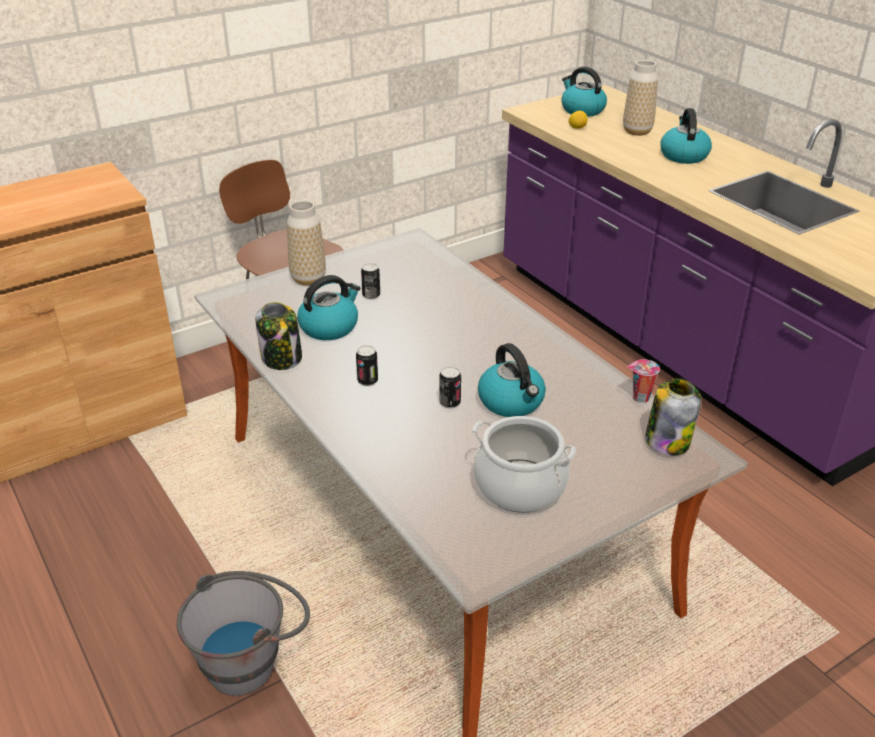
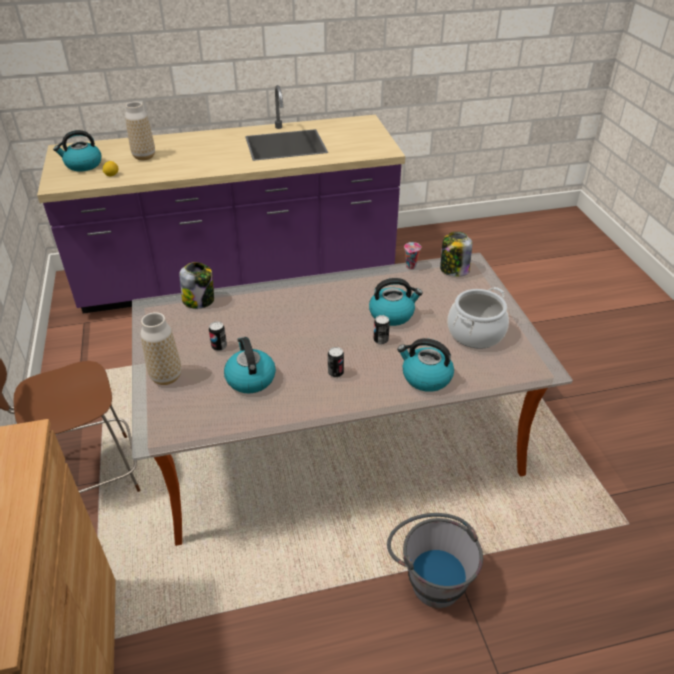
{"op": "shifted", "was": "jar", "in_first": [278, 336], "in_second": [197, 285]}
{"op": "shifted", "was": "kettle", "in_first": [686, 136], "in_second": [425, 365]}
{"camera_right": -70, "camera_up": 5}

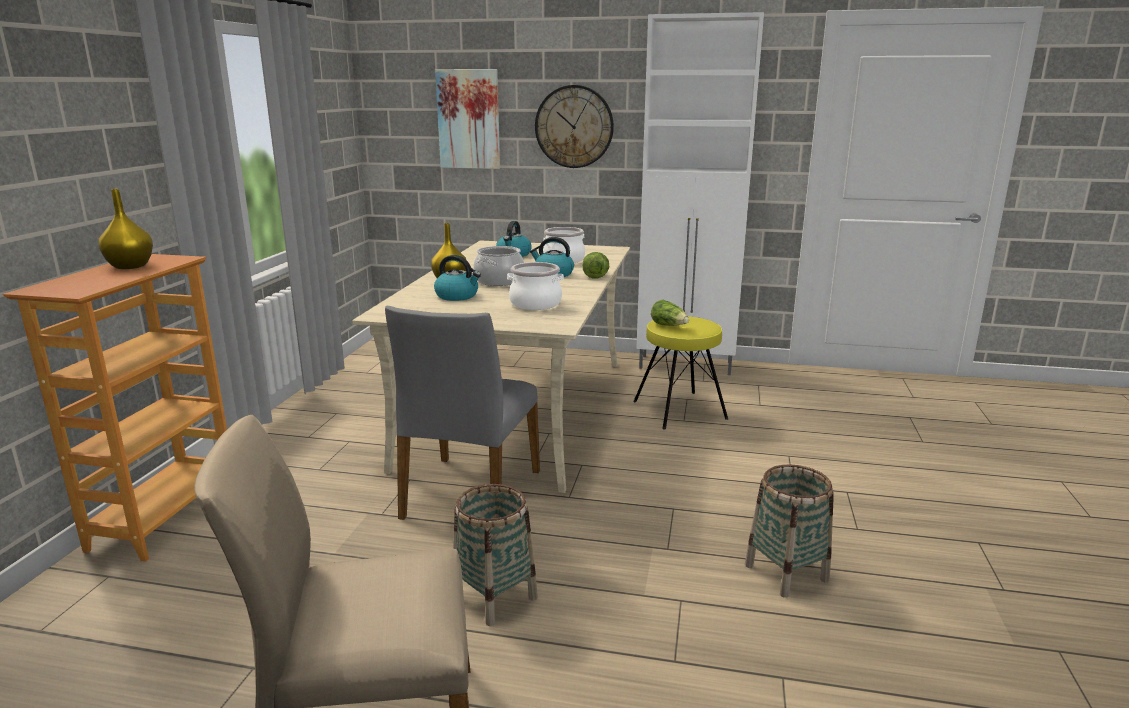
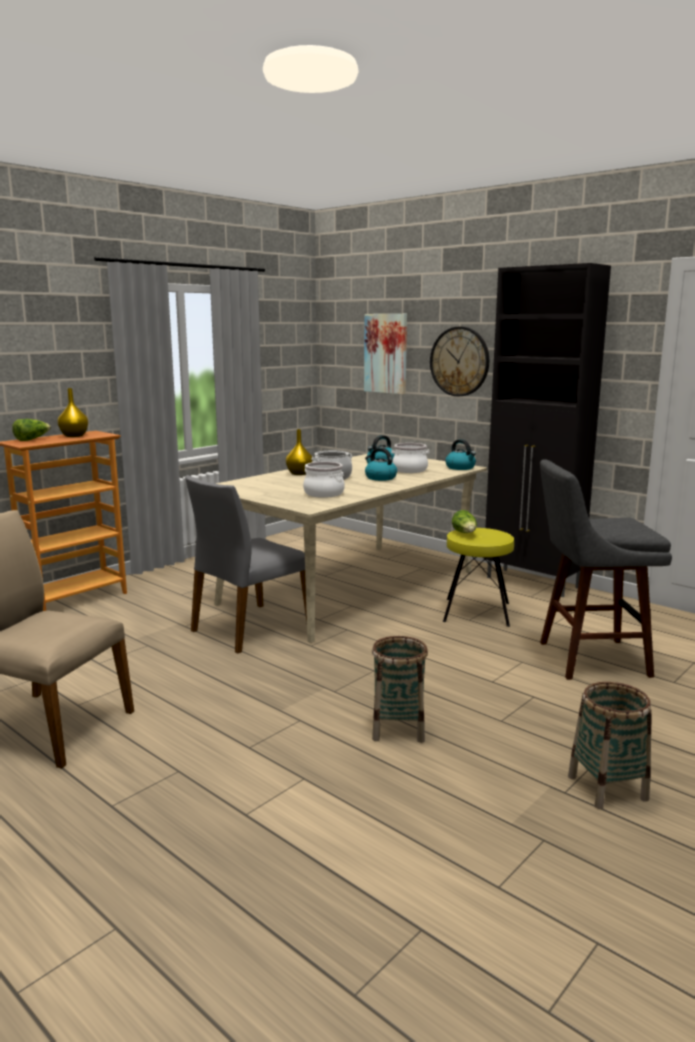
{"op": "shifted", "was": "lettuce", "in_first": [596, 265], "in_second": [31, 430]}
{"op": "shifted", "was": "kettle", "in_first": [457, 278], "in_second": [460, 454]}
{"op": "repainted", "was": "white_cabinet", "now": "black_cabinet", "in_first": [700, 193], "in_second": [547, 430]}
{"op": "new", "now": "grey_stool", "in_second": [606, 569]}
{"op": "shifted", "was": "basket", "in_first": [495, 555], "in_second": [610, 745]}
{"camera_right": 30, "camera_up": -5}

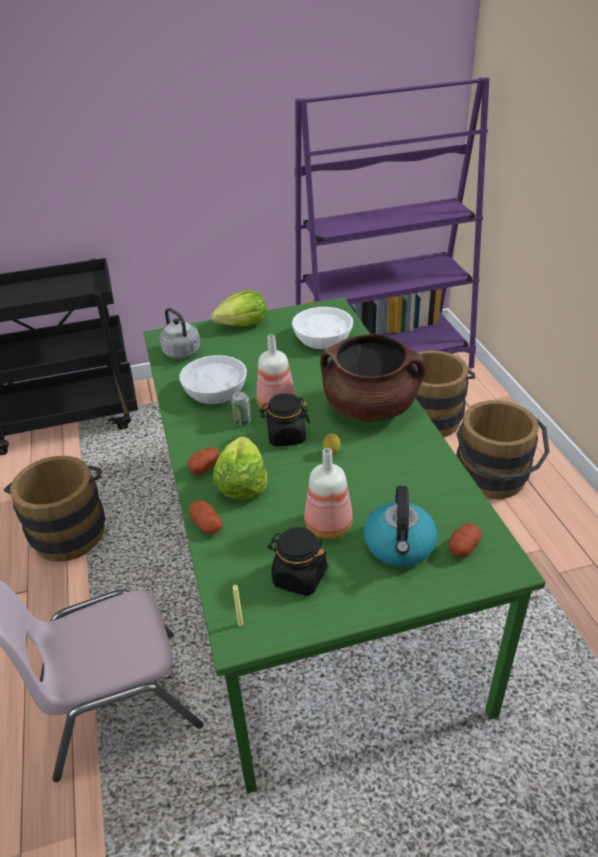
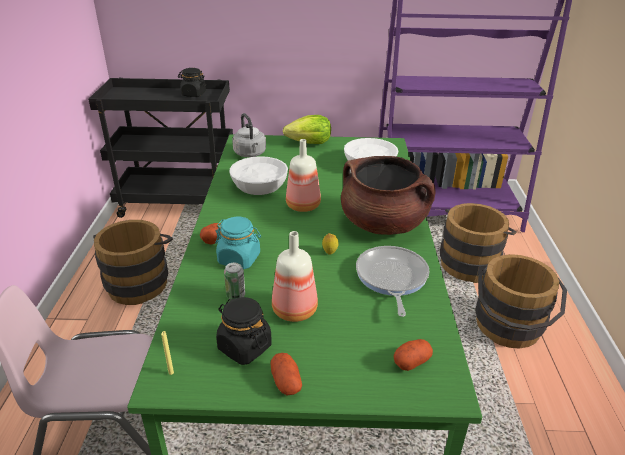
{"op": "shifted", "was": "black_jar", "in_first": [285, 419], "in_second": [192, 82]}
{"op": "swapped", "was": "lettuce", "now": "turquoise_jar", "in_first": [240, 468], "in_second": [238, 243]}
{"op": "shifted", "was": "can", "in_first": [241, 409], "in_second": [234, 281]}
{"op": "shifted", "was": "potato", "in_first": [206, 517], "in_second": [286, 374]}
{"op": "new", "now": "frying_pan", "in_second": [392, 281]}
{"op": "gone", "was": "kettle", "in_first": [400, 526]}
{"camera_right": 15, "camera_up": -5}

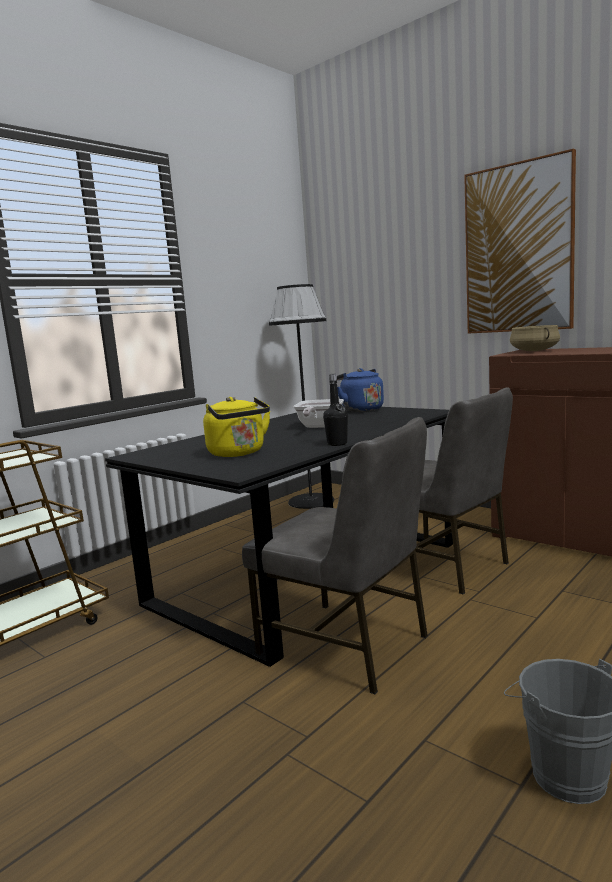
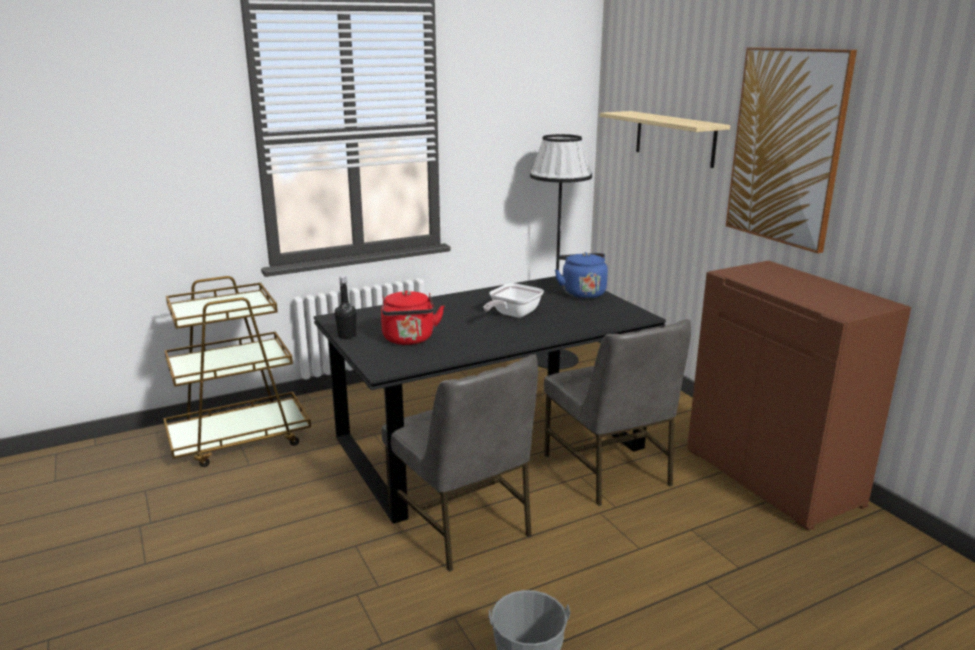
{"op": "shifted", "was": "black_bottle", "in_first": [335, 410], "in_second": [345, 307]}
{"op": "repainted", "was": "yellow_kettle", "now": "red_kettle", "in_first": [236, 427], "in_second": [412, 317]}
{"op": "new", "now": "shelf", "in_second": [665, 139]}
{"op": "gone", "was": "beige_cooking_pot", "in_first": [535, 338]}
{"camera_right": 20, "camera_up": 10}

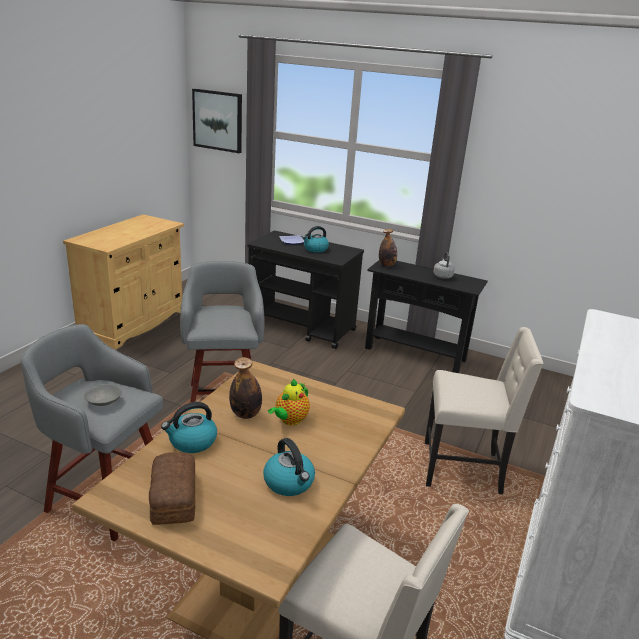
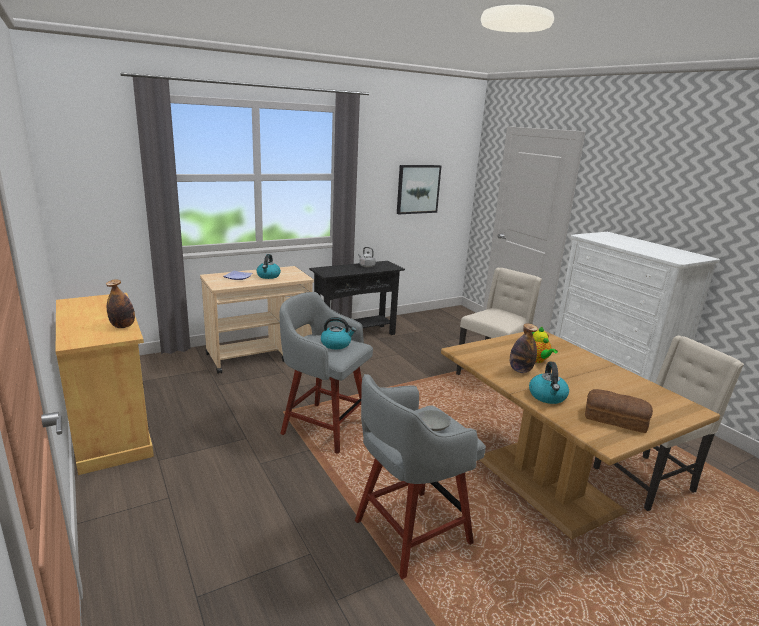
{"op": "shifted", "was": "bottle", "in_first": [388, 247], "in_second": [120, 304]}
{"op": "repainted", "was": "black_cart", "now": "beige_cart", "in_first": [305, 290], "in_second": [257, 320]}
{"op": "shifted", "was": "kettle", "in_first": [289, 467], "in_second": [338, 333]}
{"op": "shifted", "was": "picture", "in_first": [217, 121], "in_second": [419, 189]}
{"camera_right": -55, "camera_up": -5}

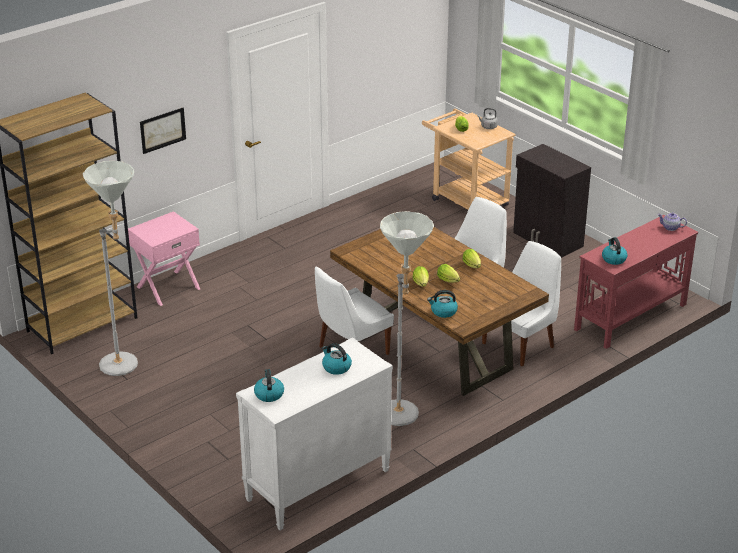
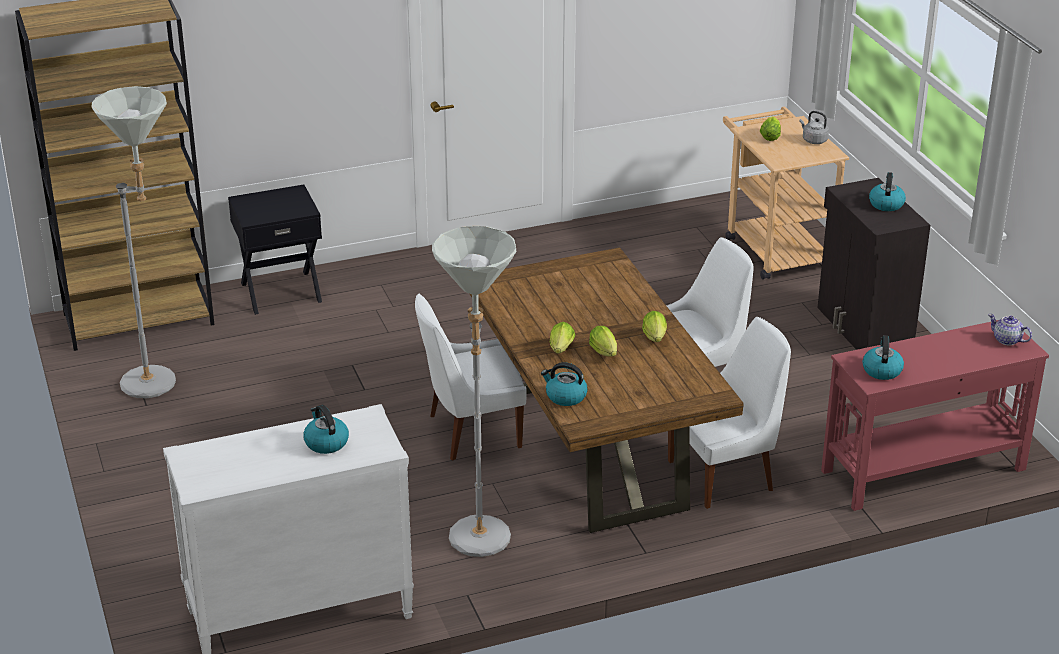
{"op": "repainted", "was": "pink_nightstand", "now": "black_nightstand", "in_first": [164, 258], "in_second": [275, 250]}
{"op": "shifted", "was": "kettle", "in_first": [269, 385], "in_second": [887, 191]}
{"op": "gone", "was": "picture", "in_first": [163, 131]}
{"camera_right": 20, "camera_up": 0}

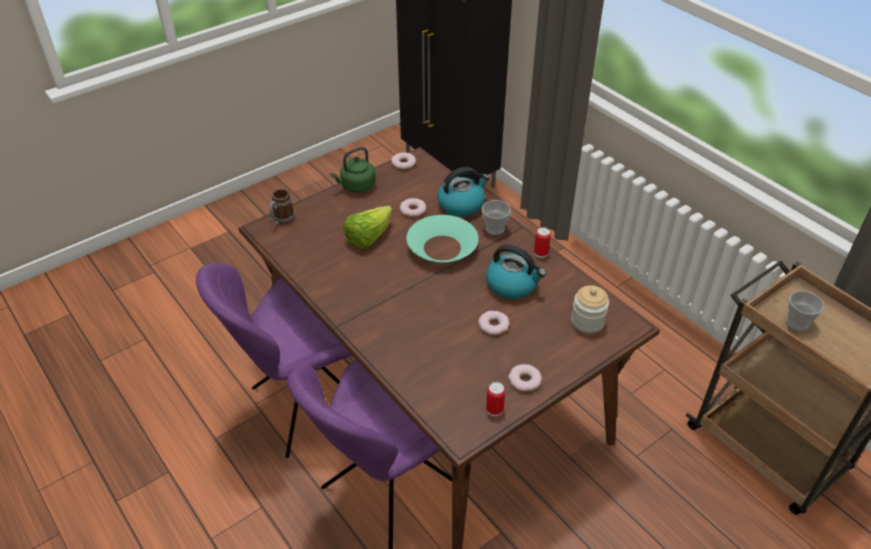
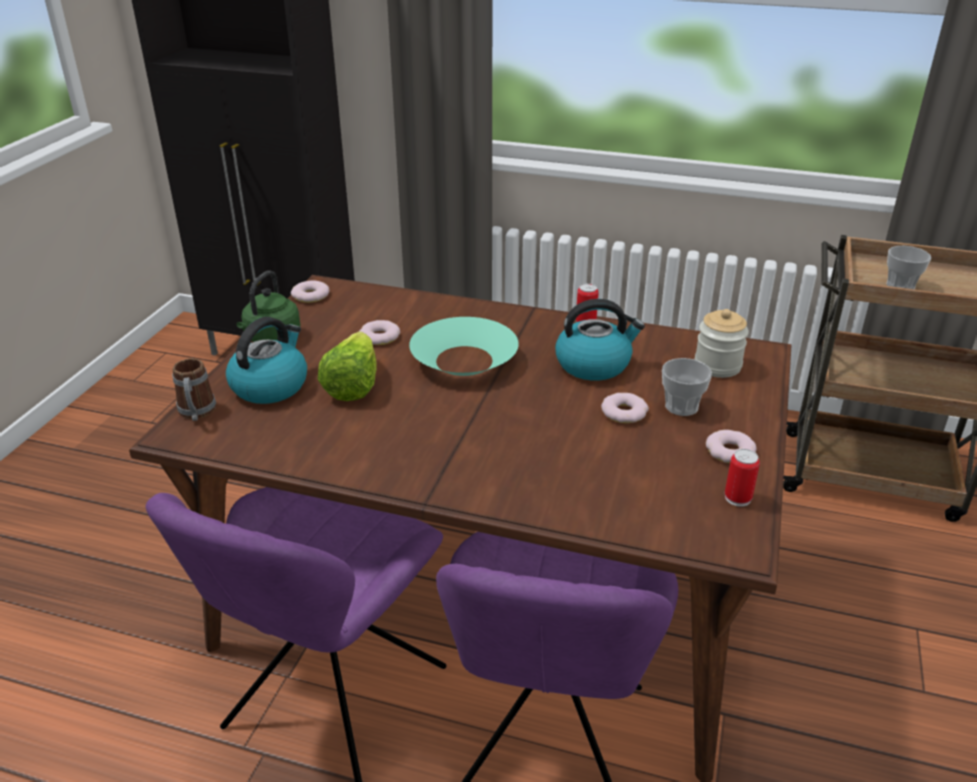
{"op": "shifted", "was": "kettle", "in_first": [463, 192], "in_second": [266, 360]}
{"op": "shifted", "was": "cup", "in_first": [496, 217], "in_second": [687, 387]}
{"camera_right": -35, "camera_up": -10}

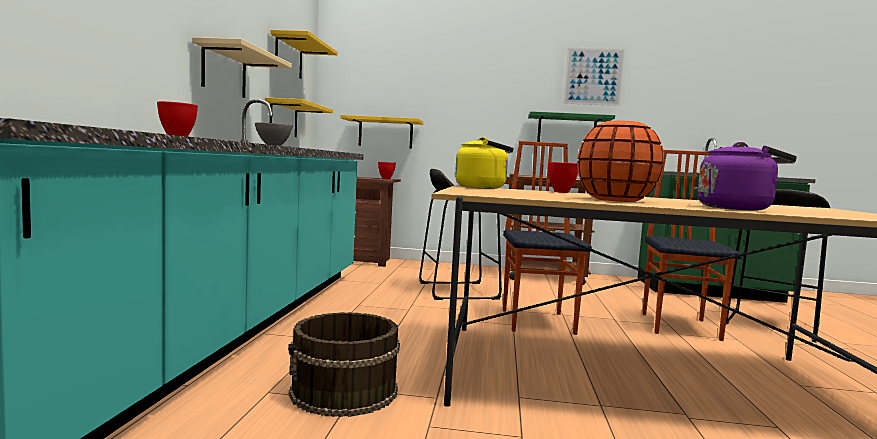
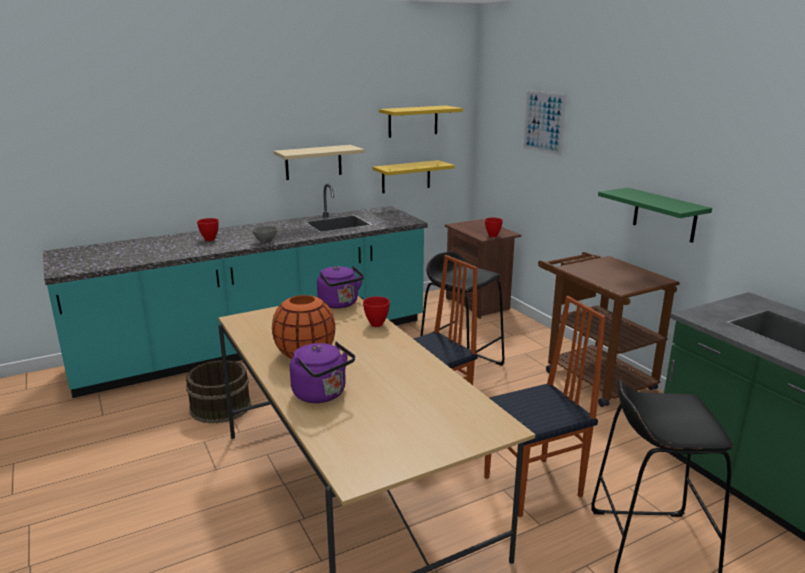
{"op": "repainted", "was": "yellow_kettle", "now": "purple_kettle", "in_first": [484, 163], "in_second": [340, 287]}
{"op": "shifted", "was": "picture", "in_first": [594, 77], "in_second": [545, 123]}
{"op": "gone", "was": "yellow_shelf", "in_first": [381, 132]}
{"camera_right": 55, "camera_up": 15}

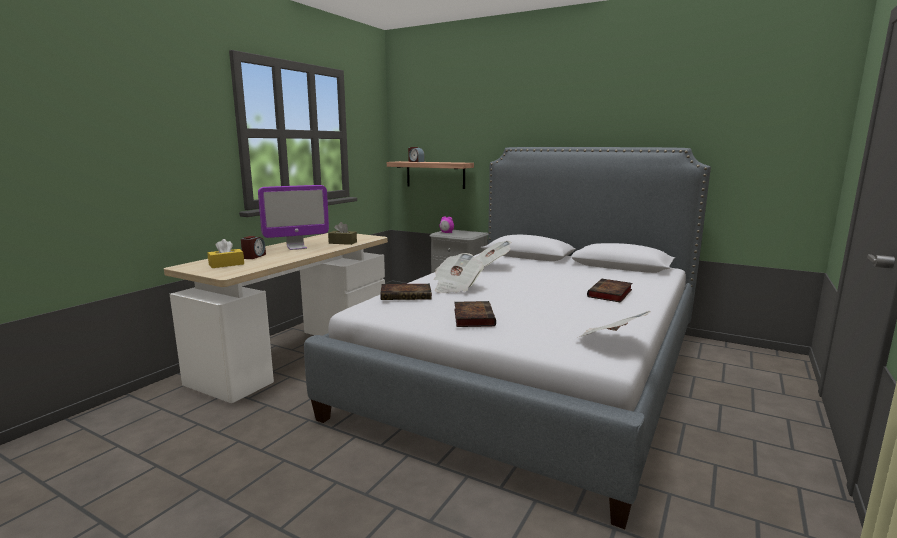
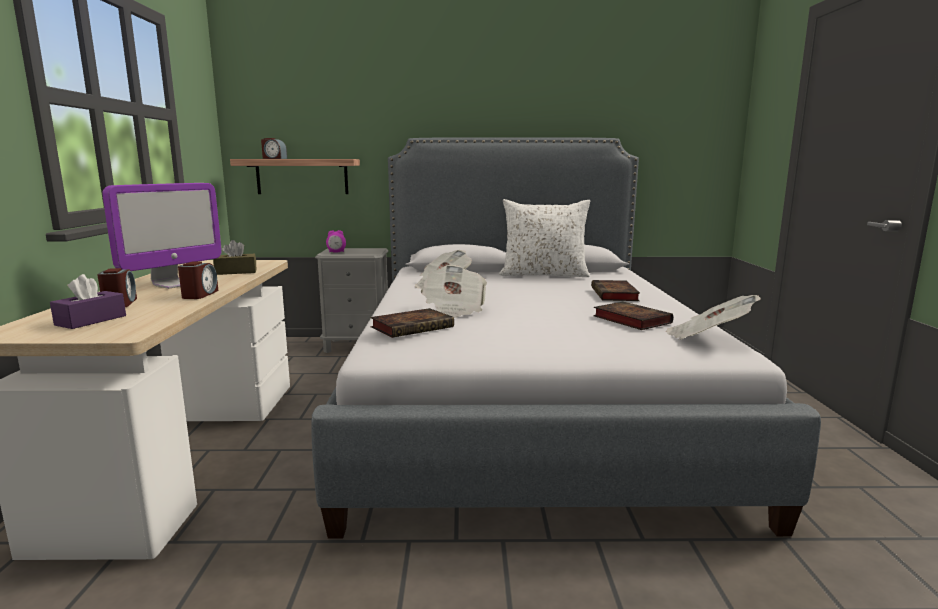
{"op": "repainted", "was": "yellow_tissue_box", "now": "purple_tissue_box", "in_first": [225, 253], "in_second": [88, 301]}
{"op": "new", "now": "alarm_clock", "in_second": [198, 280]}
{"op": "new", "now": "white_pillow", "in_second": [544, 238]}
{"op": "shifted", "was": "book", "in_first": [475, 314], "in_second": [633, 315]}
{"camera_right": -30, "camera_up": 0}

